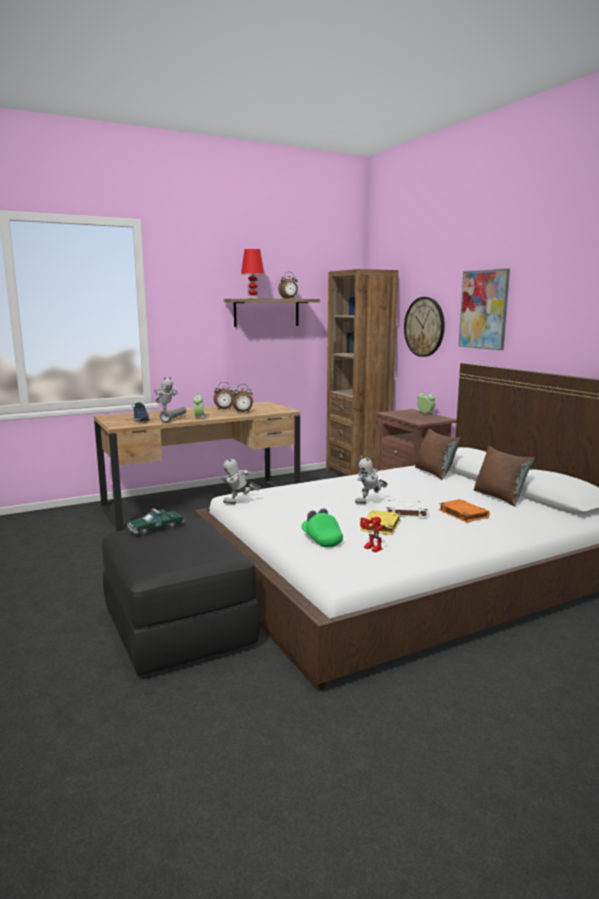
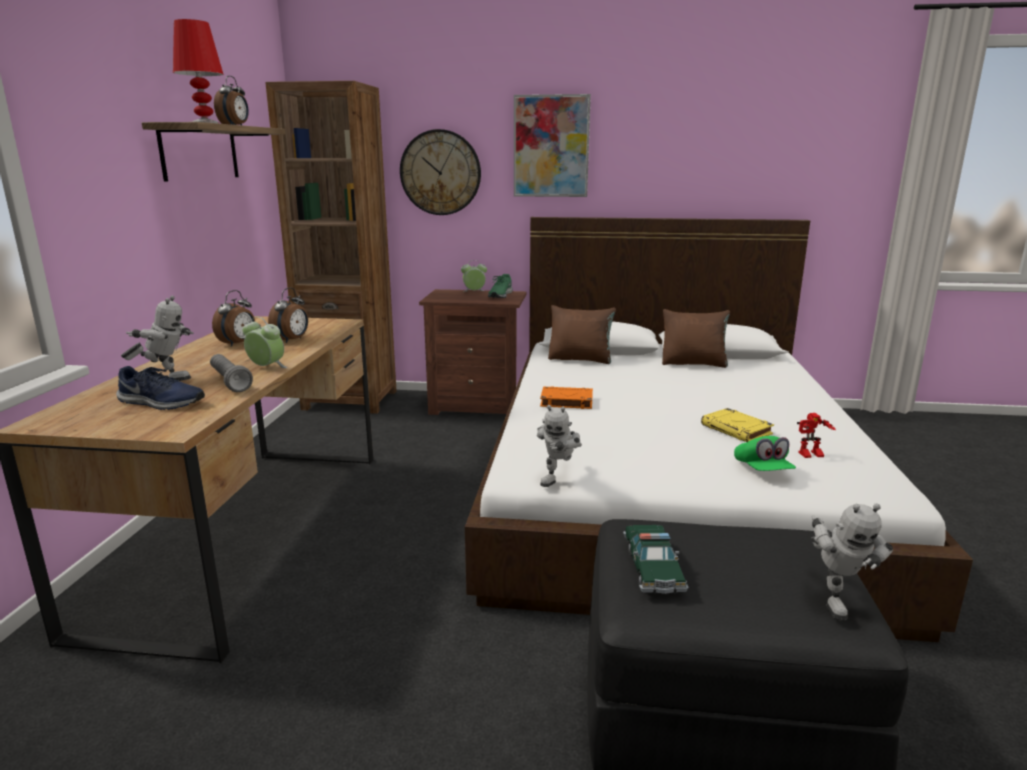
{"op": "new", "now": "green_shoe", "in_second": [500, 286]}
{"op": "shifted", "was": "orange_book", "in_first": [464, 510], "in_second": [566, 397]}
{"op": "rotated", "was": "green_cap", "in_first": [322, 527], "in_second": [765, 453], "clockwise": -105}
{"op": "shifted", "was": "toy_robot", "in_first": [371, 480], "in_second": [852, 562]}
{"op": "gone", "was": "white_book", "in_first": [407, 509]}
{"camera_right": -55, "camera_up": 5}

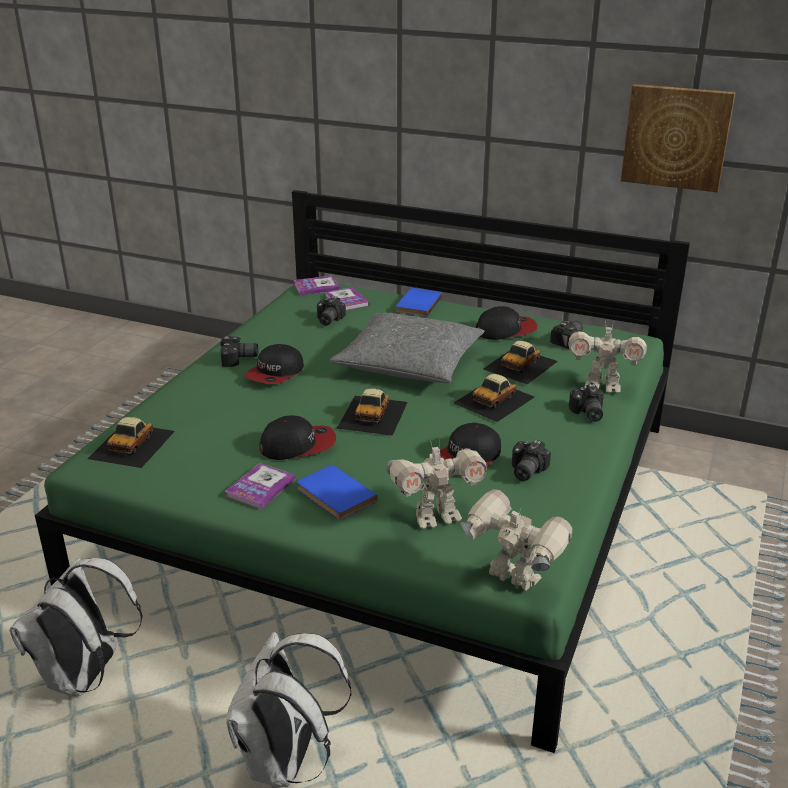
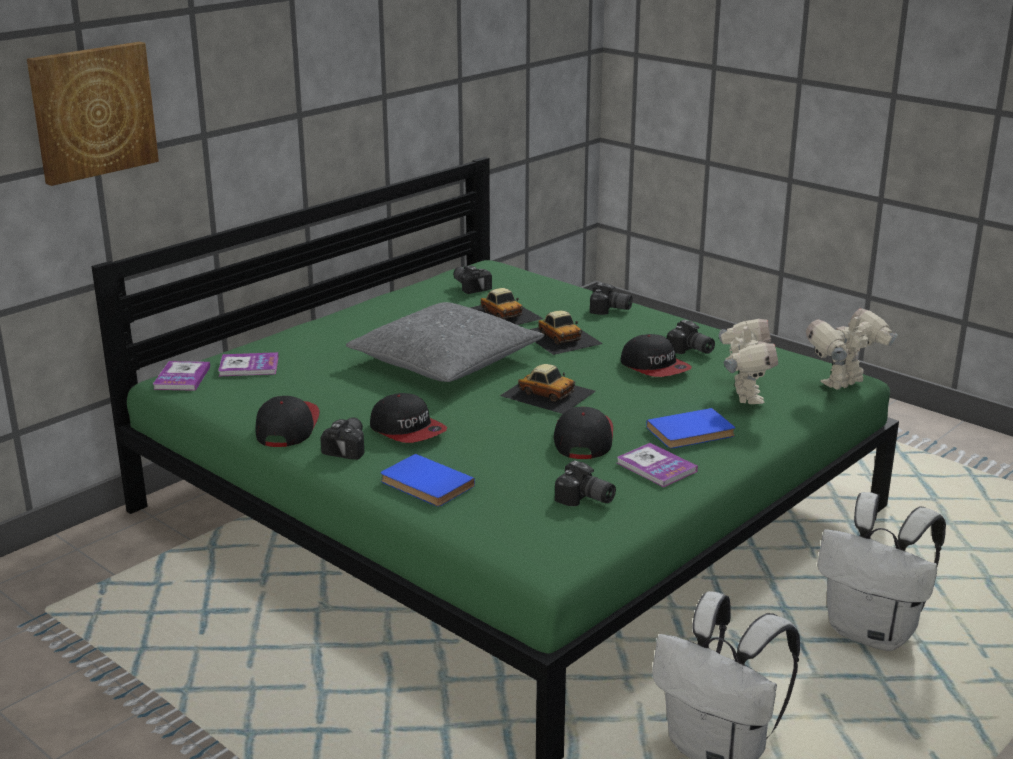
{"op": "shifted", "was": "picture", "in_first": [678, 138], "in_second": [93, 114]}
{"op": "shifted", "was": "cap", "in_first": [507, 323], "in_second": [288, 421]}
{"op": "shifted", "was": "blue_book", "in_first": [419, 302], "in_second": [428, 480]}
{"op": "shifted", "was": "photo_camera", "in_first": [331, 311], "in_second": [585, 483]}
{"op": "gone", "was": "toy_car", "in_first": [131, 442]}
{"op": "gone", "was": "toy_robot", "in_first": [608, 357]}
{"camera_right": -70, "camera_up": -5}

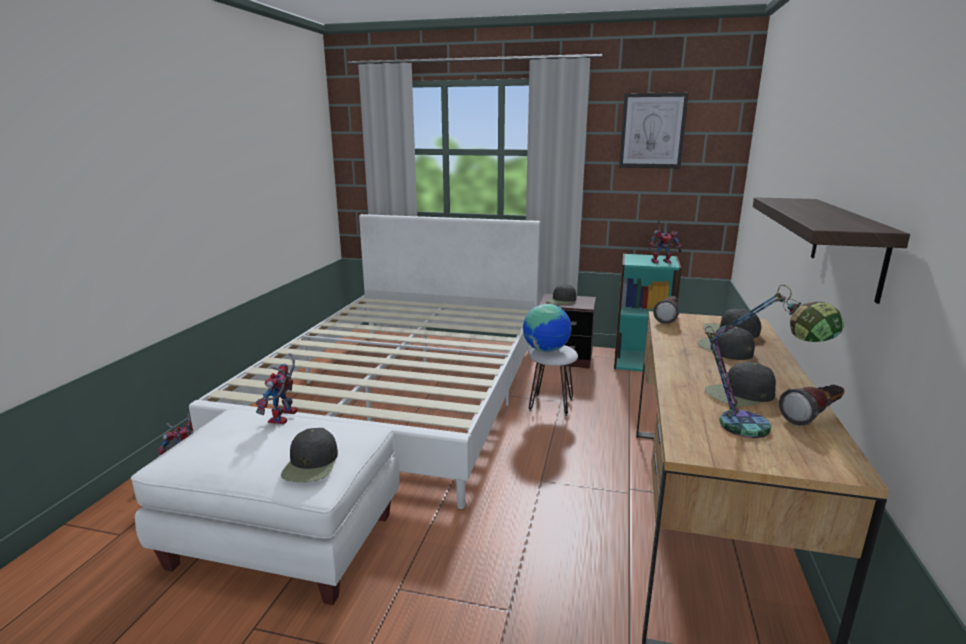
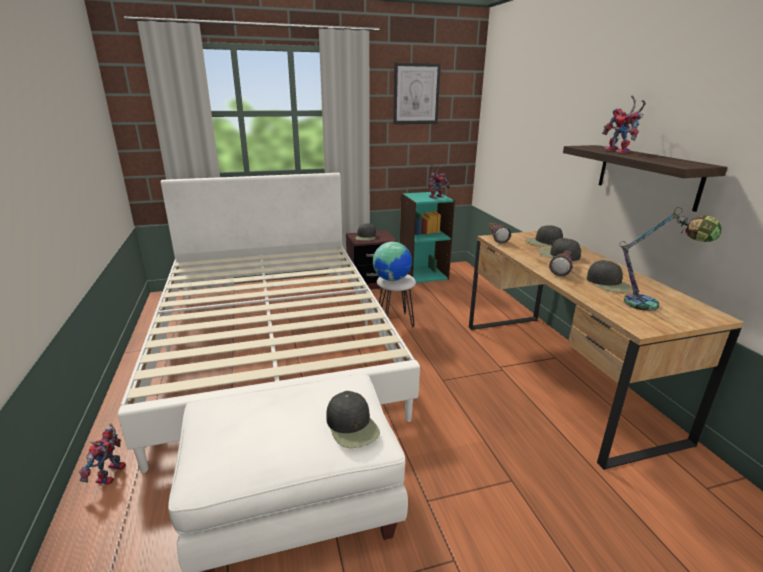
{"op": "shifted", "was": "flashlight", "in_first": [811, 405], "in_second": [561, 263]}
{"op": "rotated", "was": "black_cap", "in_first": [740, 384], "in_second": [610, 276], "clockwise": -60}
{"op": "shifted", "was": "toy_robot", "in_first": [276, 388], "in_second": [624, 124]}
{"camera_right": -30, "camera_up": 5}

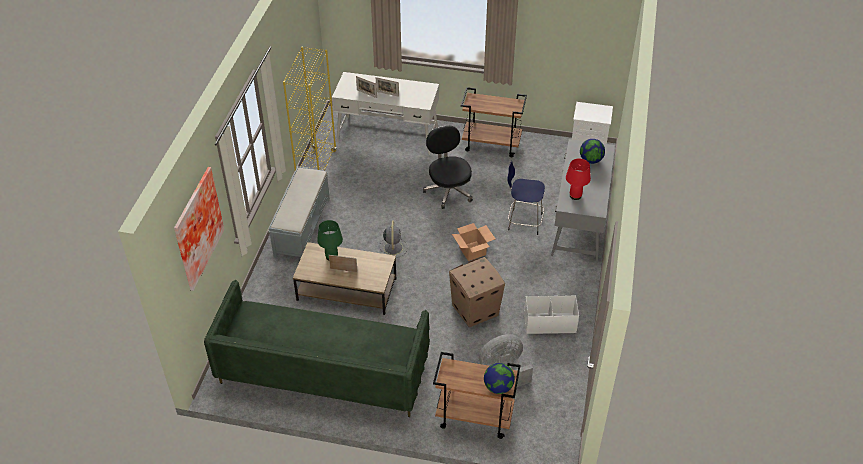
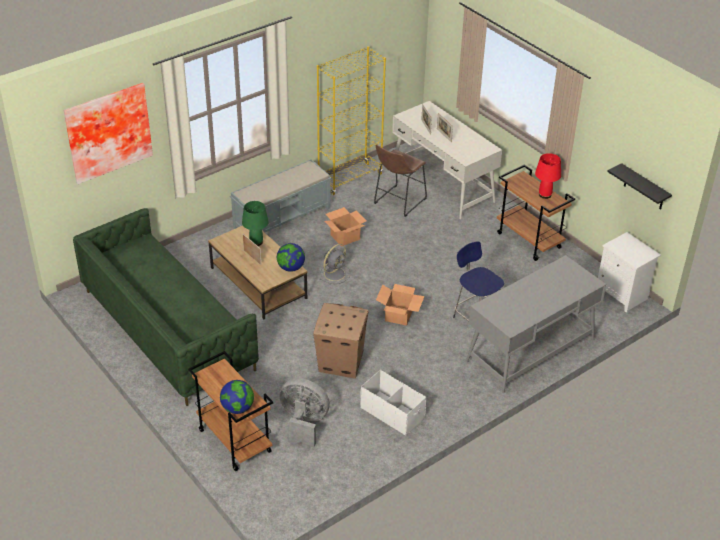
{"op": "shifted", "was": "globe", "in_first": [592, 151], "in_second": [291, 257]}
{"op": "new", "now": "cardboard_box", "in_second": [345, 226]}
{"op": "new", "now": "brown_stool", "in_second": [400, 180]}
{"op": "shifted", "was": "red_table_lamp", "in_first": [578, 179], "in_second": [548, 176]}
{"op": "new", "now": "black_shelf", "in_second": [639, 186]}
{"op": "gone", "was": "black_office_chair", "in_first": [448, 167]}
{"camera_right": 40, "camera_up": -5}

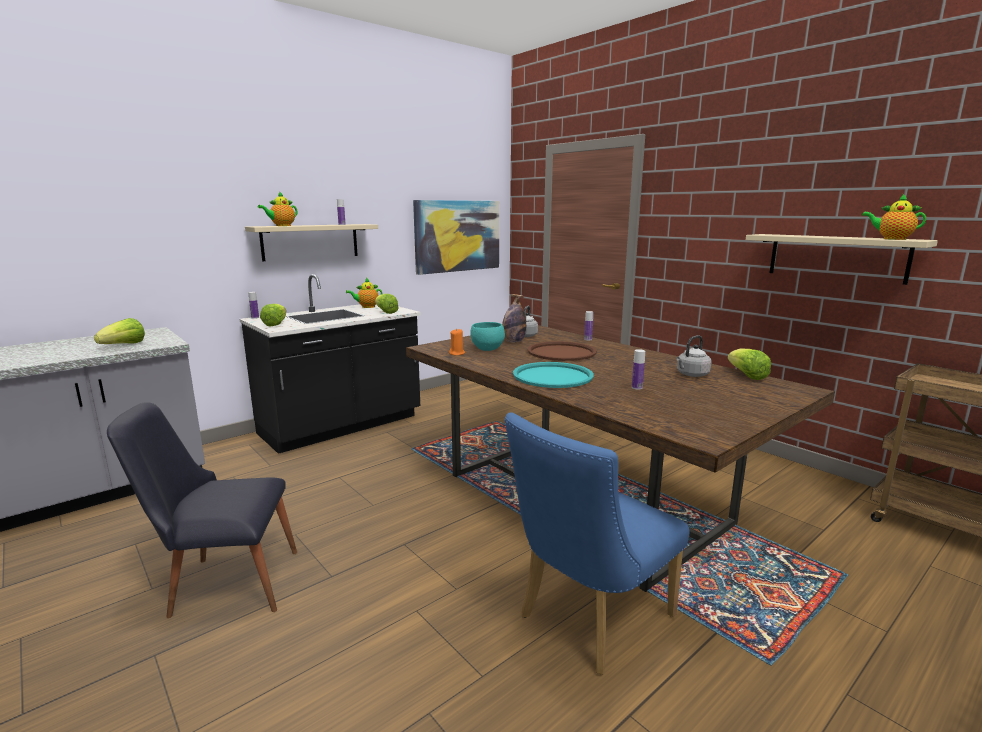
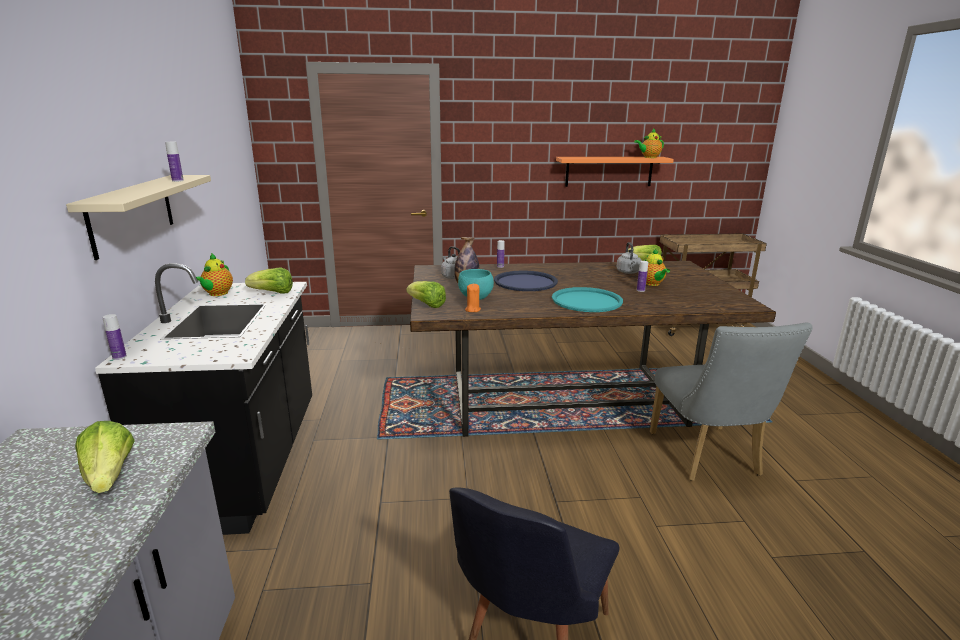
{"op": "shifted", "was": "lettuce", "in_first": [273, 315], "in_second": [426, 294]}
{"op": "repainted", "was": "brown_tray", "now": "blue_tray", "in_first": [562, 351], "in_second": [526, 281]}
{"op": "repainted", "was": "beige_shelf", "now": "orange_shelf", "in_first": [842, 259], "in_second": [615, 172]}
{"op": "shifted", "was": "teapot", "in_first": [277, 208], "in_second": [657, 267]}
{"op": "repainted", "was": "blue_chair", "now": "grey_chair", "in_first": [596, 543], "in_second": [731, 402]}
{"op": "gone", "was": "picture", "in_first": [456, 237]}
{"camera_right": -55, "camera_up": 5}

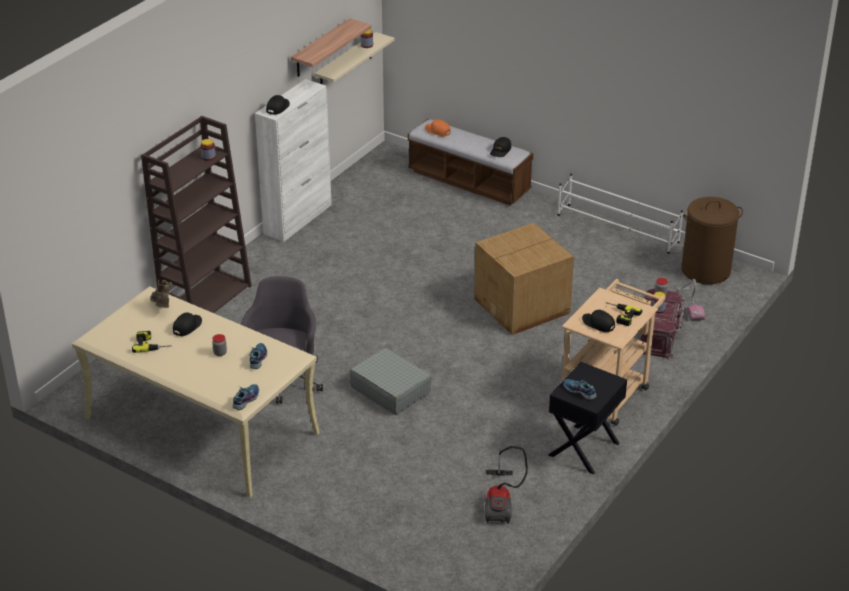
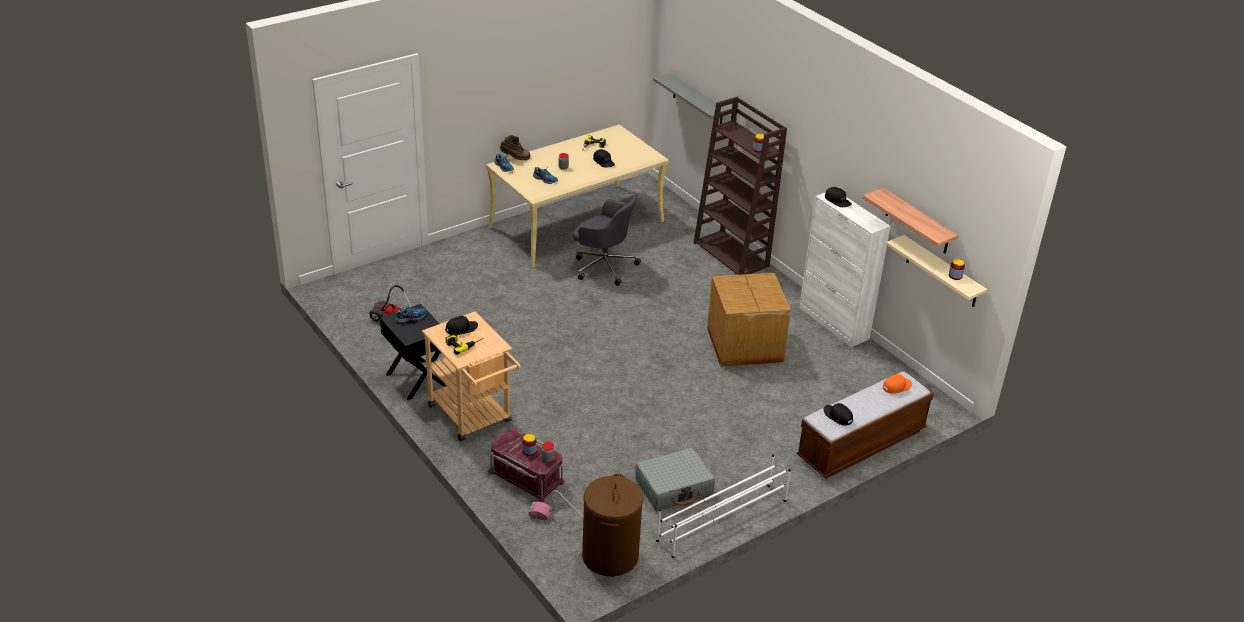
{"op": "shifted", "was": "brown_boot", "in_first": [161, 294], "in_second": [515, 147]}
{"op": "shifted", "was": "grey_suitcase", "in_first": [390, 381], "in_second": [675, 479]}
{"op": "new", "now": "grey_shelf", "in_second": [689, 98]}
{"op": "shifted", "was": "cardboard_box", "in_first": [524, 279], "in_second": [749, 320]}
{"camera_right": 110, "camera_up": 0}

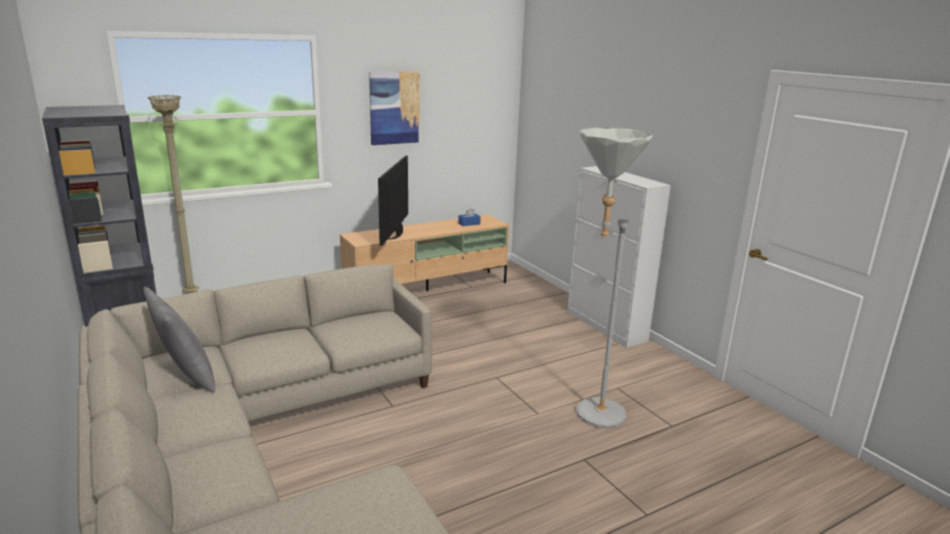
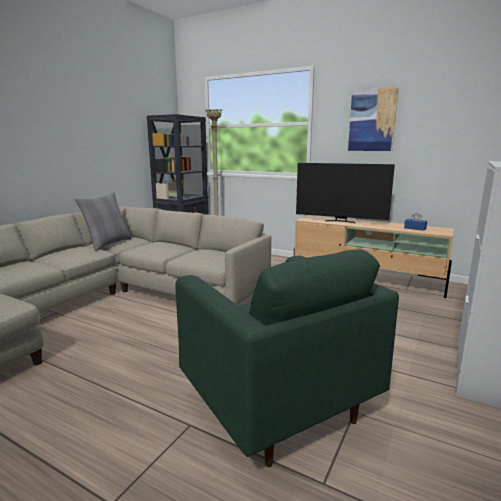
{"op": "swapped", "was": "grey_floor_lamp", "now": "green_armchair", "in_first": [614, 278], "in_second": [287, 358]}
{"op": "rotated", "was": "television", "in_first": [393, 201], "in_second": [345, 193], "clockwise": -135}
{"camera_right": 60, "camera_up": -5}

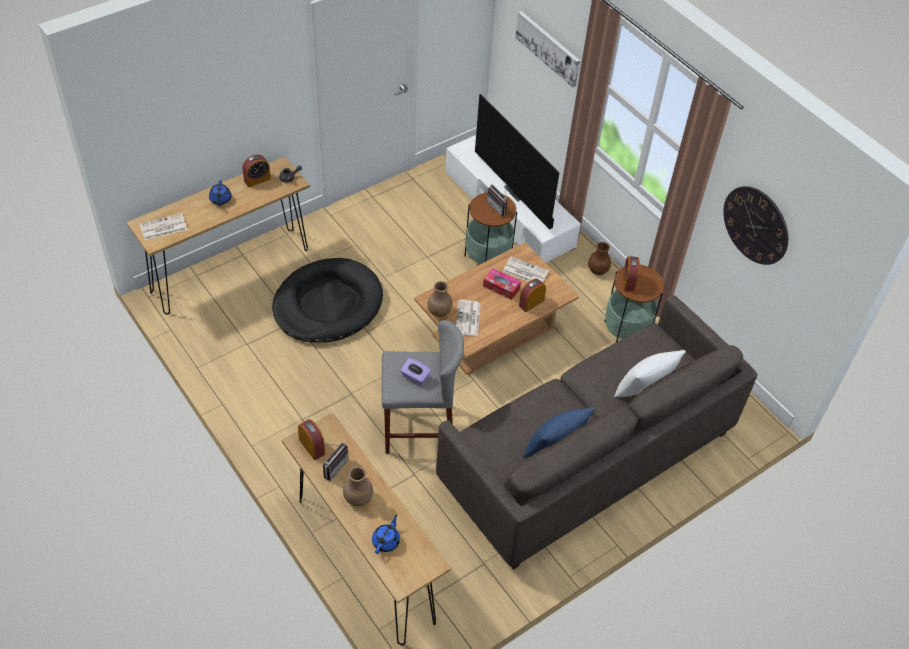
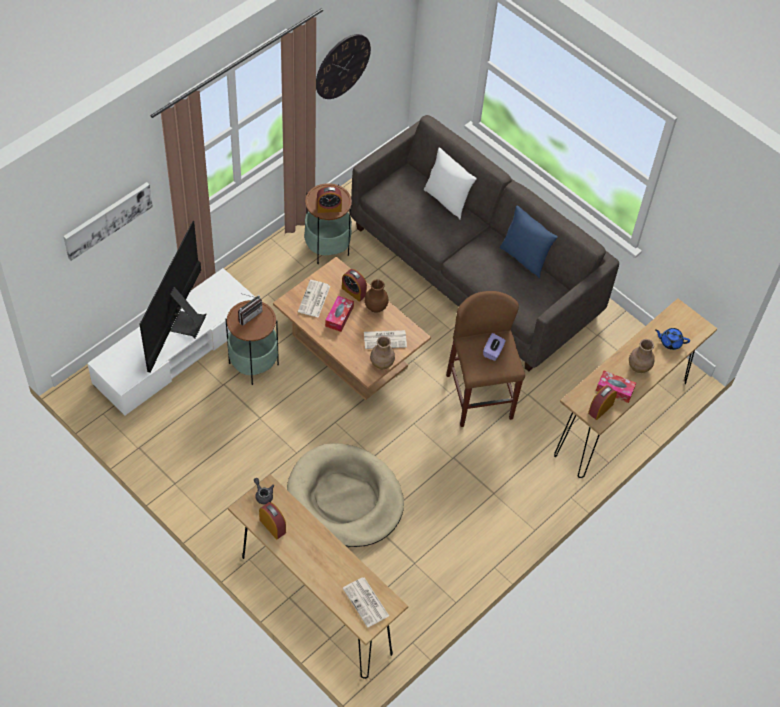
{"op": "rotated", "was": "television", "in_first": [517, 162], "in_second": [173, 297], "clockwise": 150}
{"op": "repainted", "was": "black_dog_bed", "now": "beige_dog_bed", "in_first": [327, 300], "in_second": [345, 495]}
{"op": "shifted", "was": "brown_vase", "in_first": [599, 258], "in_second": [376, 296]}
{"op": "repainted", "was": "grey_stool", "now": "brown_stool", "in_first": [423, 387], "in_second": [485, 359]}
{"op": "swapped", "was": "radio", "now": "tissue_box", "in_first": [335, 461], "in_second": [616, 387]}
{"op": "gone", "was": "blue_teapot", "in_first": [220, 192]}
{"camera_right": -100, "camera_up": 5}

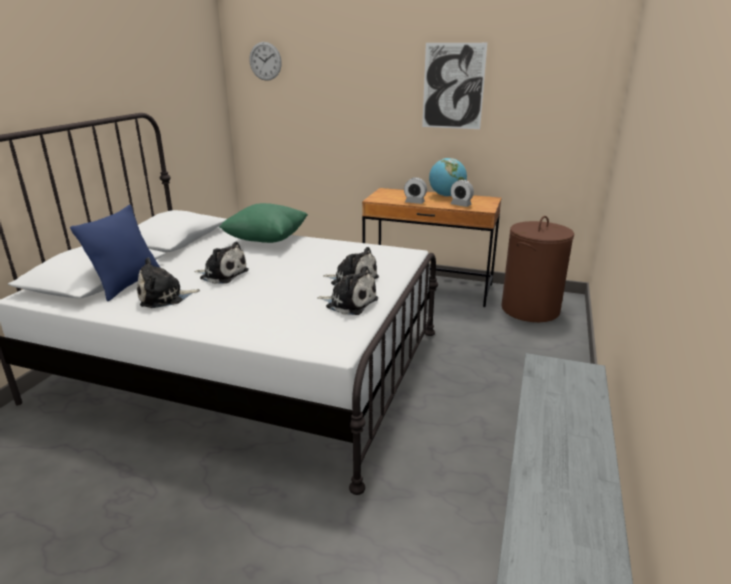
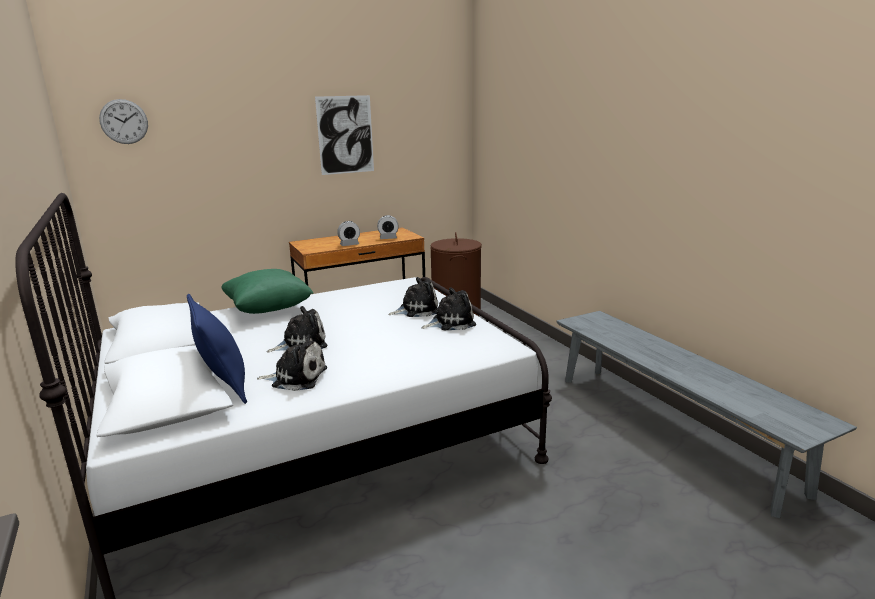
{"op": "rotated", "was": "plush_toy", "in_first": [168, 282], "in_second": [292, 362], "clockwise": -105}
{"op": "gone", "was": "globe", "in_first": [448, 177]}
{"camera_right": -45, "camera_up": -5}

